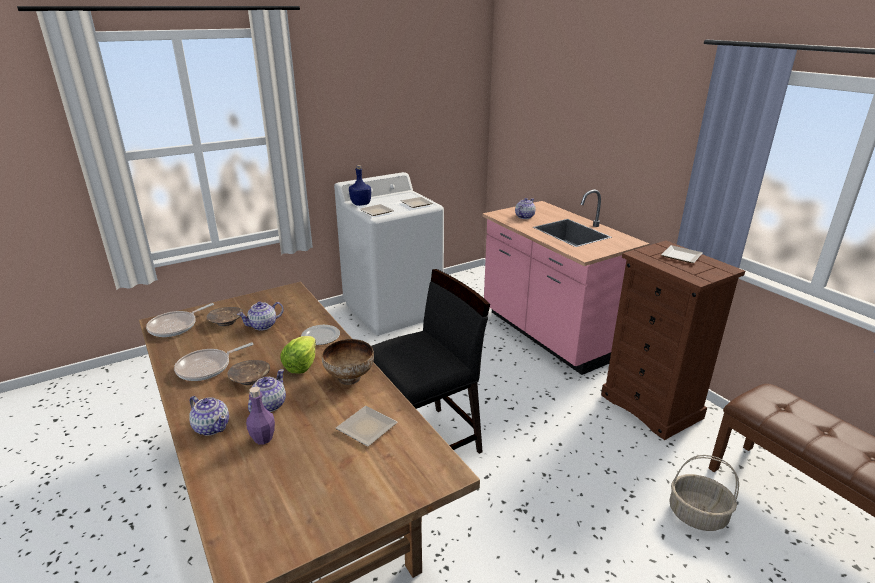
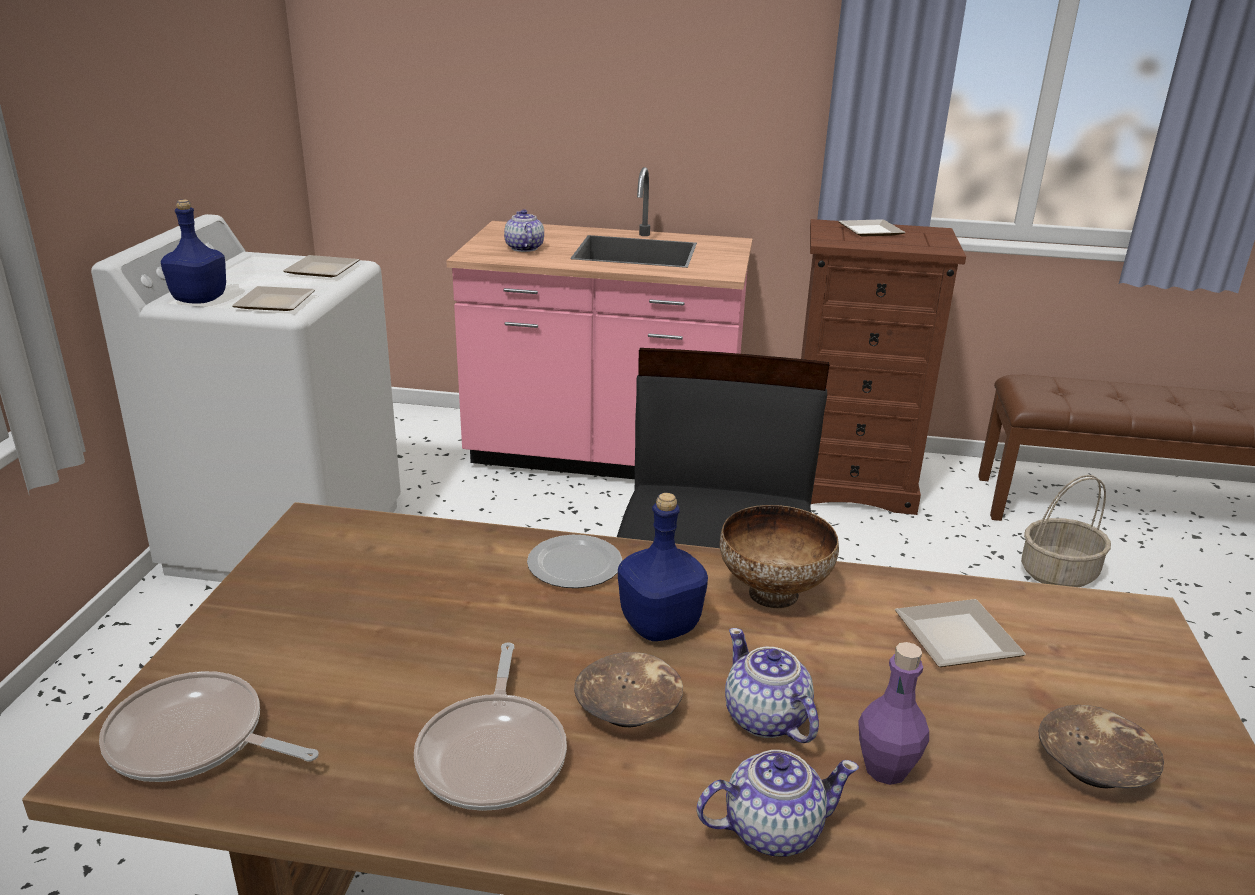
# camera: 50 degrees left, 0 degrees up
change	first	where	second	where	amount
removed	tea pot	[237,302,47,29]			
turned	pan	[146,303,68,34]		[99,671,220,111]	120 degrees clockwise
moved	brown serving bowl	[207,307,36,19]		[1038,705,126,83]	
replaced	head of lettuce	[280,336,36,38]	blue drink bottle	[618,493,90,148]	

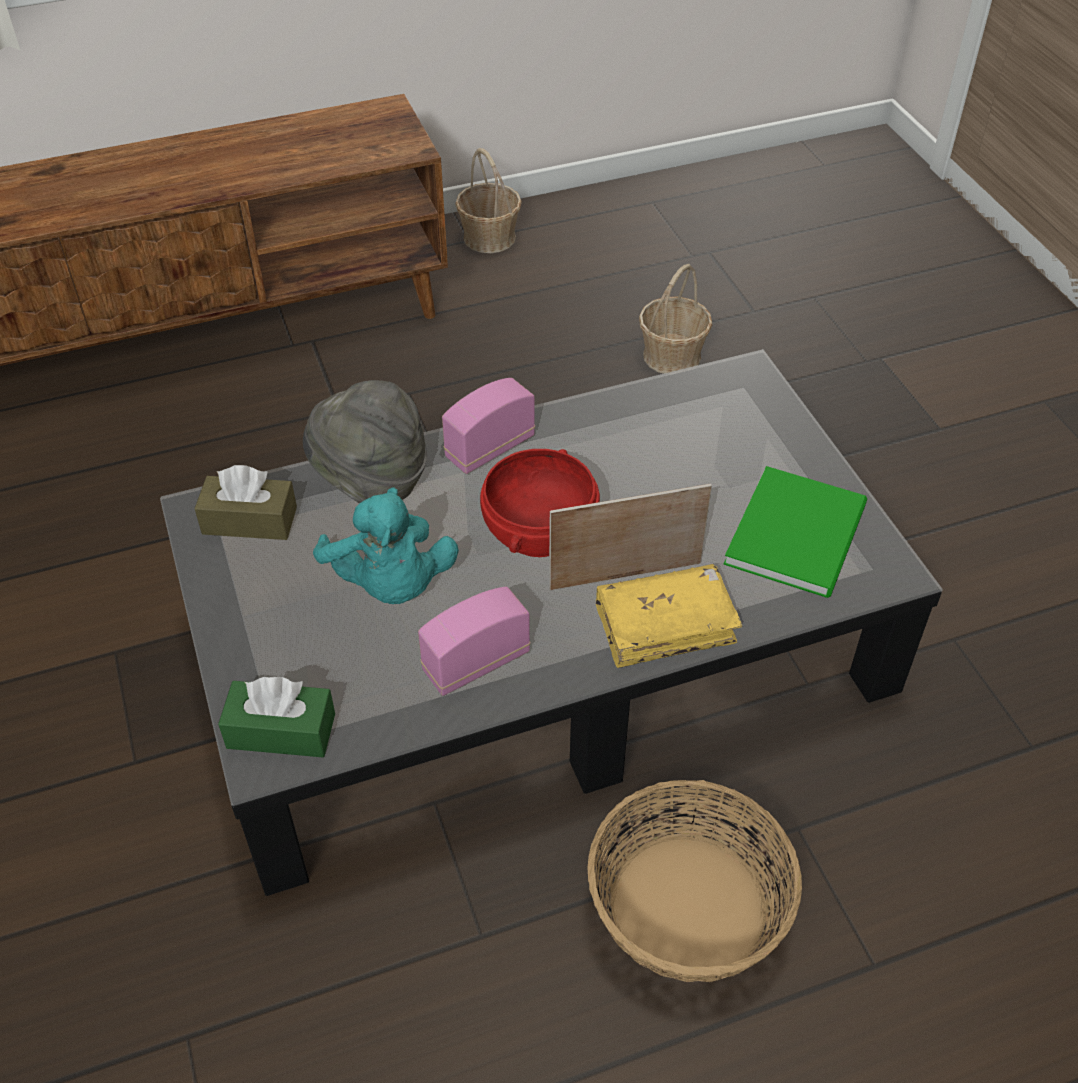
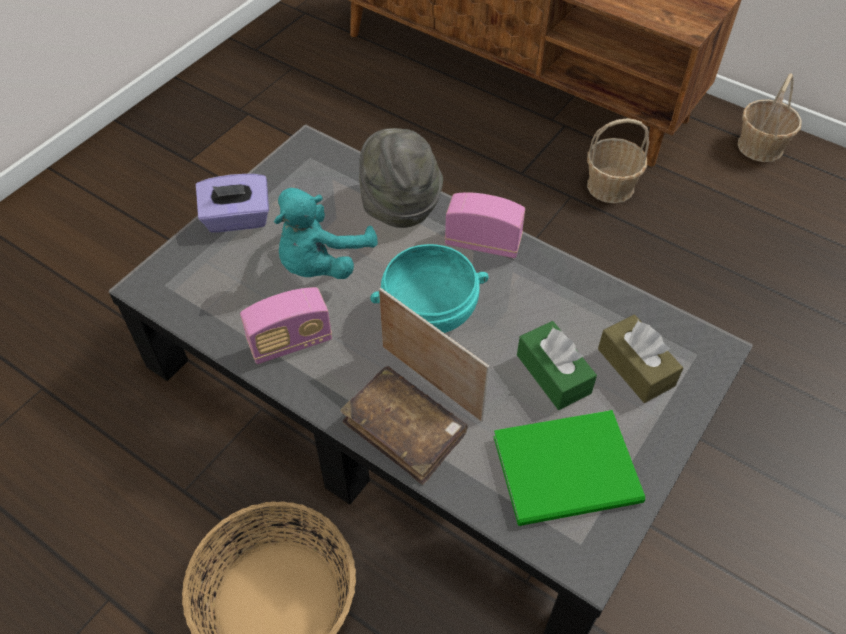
# camera: 55 degrees right, 5 degrees up
change	first	where	second	where	amount
moved	basket	[639,264,74,110]		[587,118,62,85]	
recoloured	red-coloured serving bowl	[480,449,120,108]	turquoise serving bowl	[370,244,119,89]	
moved	brown tissue box	[194,465,103,75]		[598,315,85,88]	
recoloured	yellow-coloured book	[595,564,147,104]	brown book	[341,366,127,119]	
turned	radio	[418,587,113,109]		[240,287,92,77]	135 degrees clockwise
moved	green-coloured tissue box	[218,677,117,80]		[517,321,80,89]	
added			purple-coloured tissue box	[196,174,73,59]	

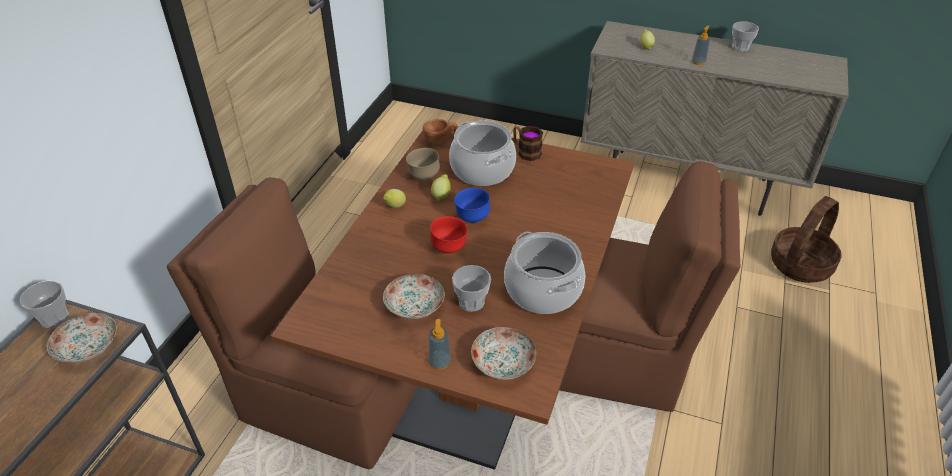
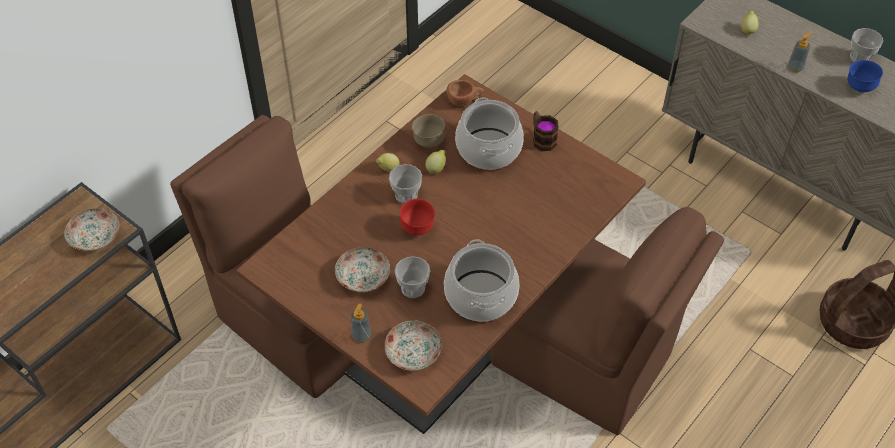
# camera: 20 degrees right, 10 degrees up
change	first	where	second	where	amount
moved	blue serving bowl	[454,188,36,35]		[848,60,35,32]	
moved	cup	[20,281,49,47]		[389,164,33,40]	

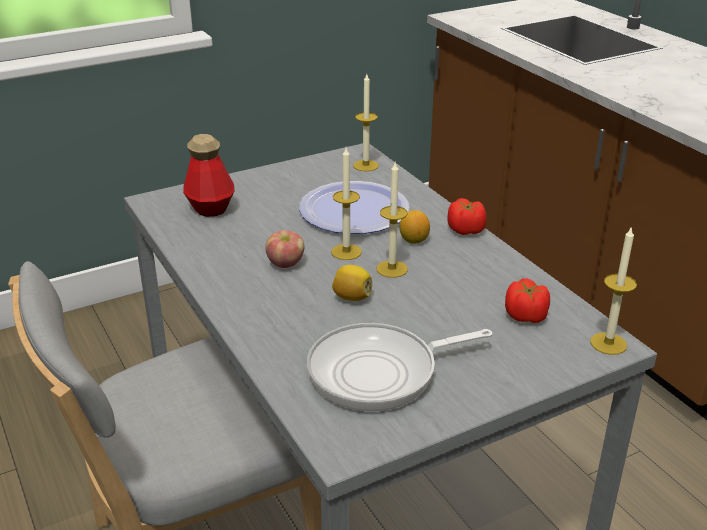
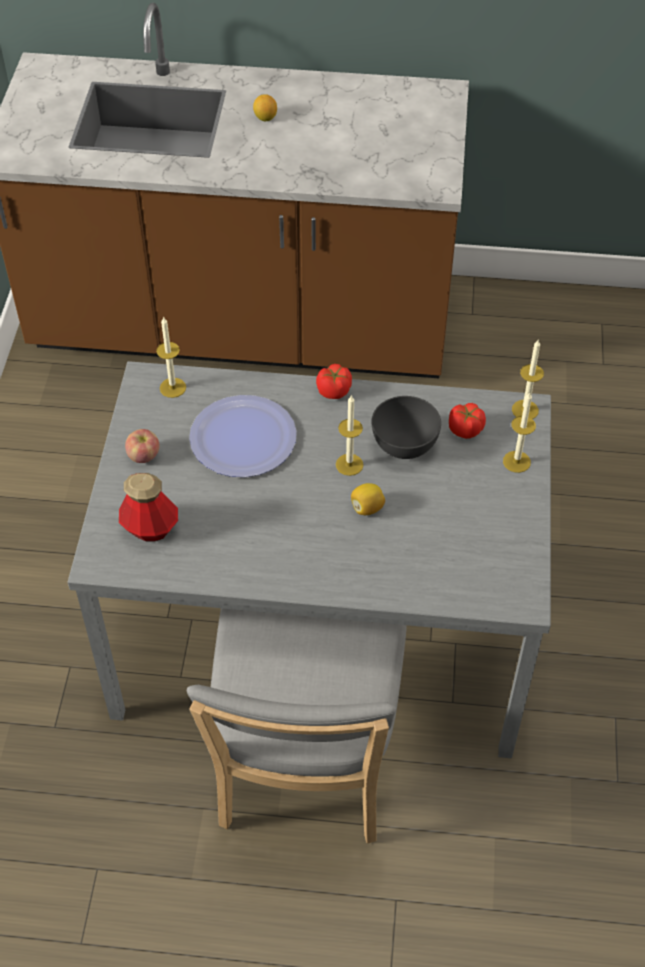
# camera: 55 degrees left, 20 degrees up
change	first	where	second	where	amount
moved	candle	[331,148,31,112]		[503,393,33,80]	
moved	citrus fruit	[399,210,31,34]		[253,94,24,27]	
moved	apple	[265,230,40,38]		[125,429,34,34]	
removed	pan	[307,323,186,88]			
added			gray serving bowl	[372,396,69,63]	

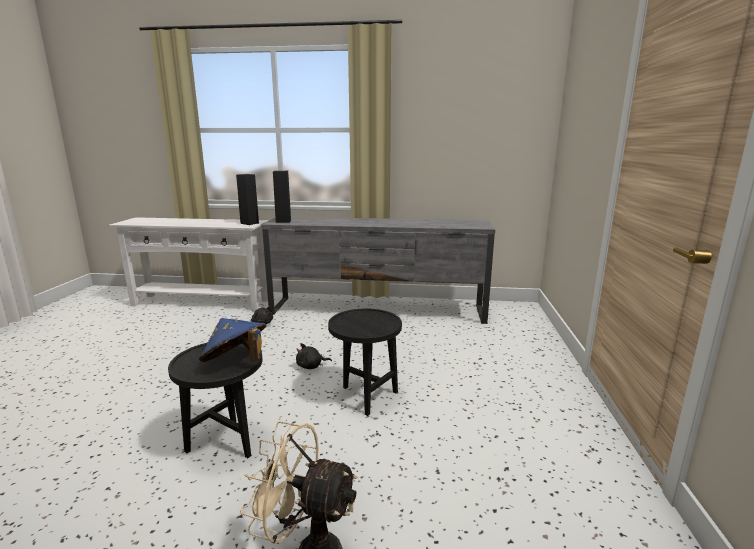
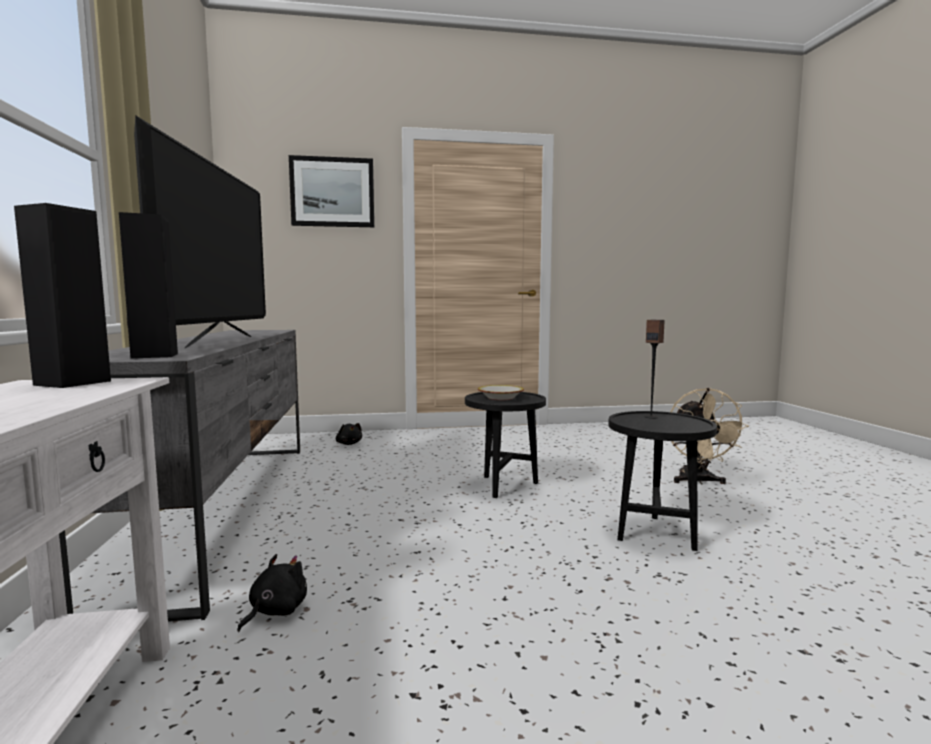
# camera: 105 degrees left, 10 degrees down
change	first	where	second	where	amount
replaced	blue wearable hat	[199,318,67,44]	audio speaker	[644,320,21,99]	
moved	blackish cuddly toy	[296,343,36,26]		[336,423,26,22]	
added			television	[134,115,132,233]	
added			wall picture	[289,155,85,72]	
added			serving bowl	[478,385,46,15]	

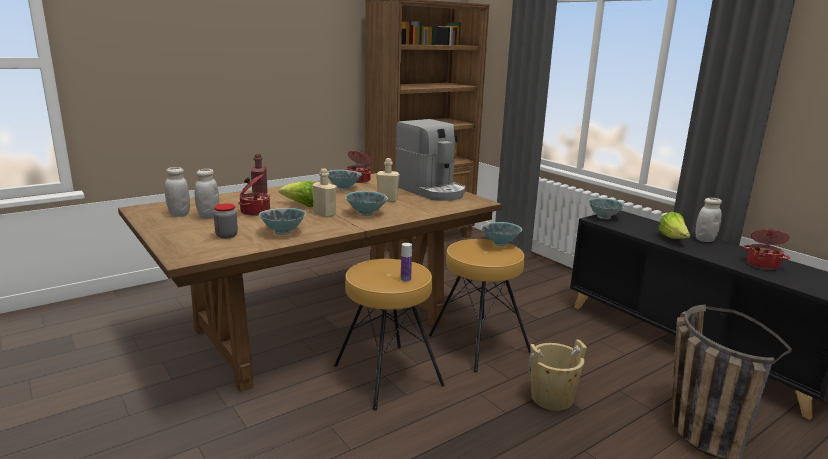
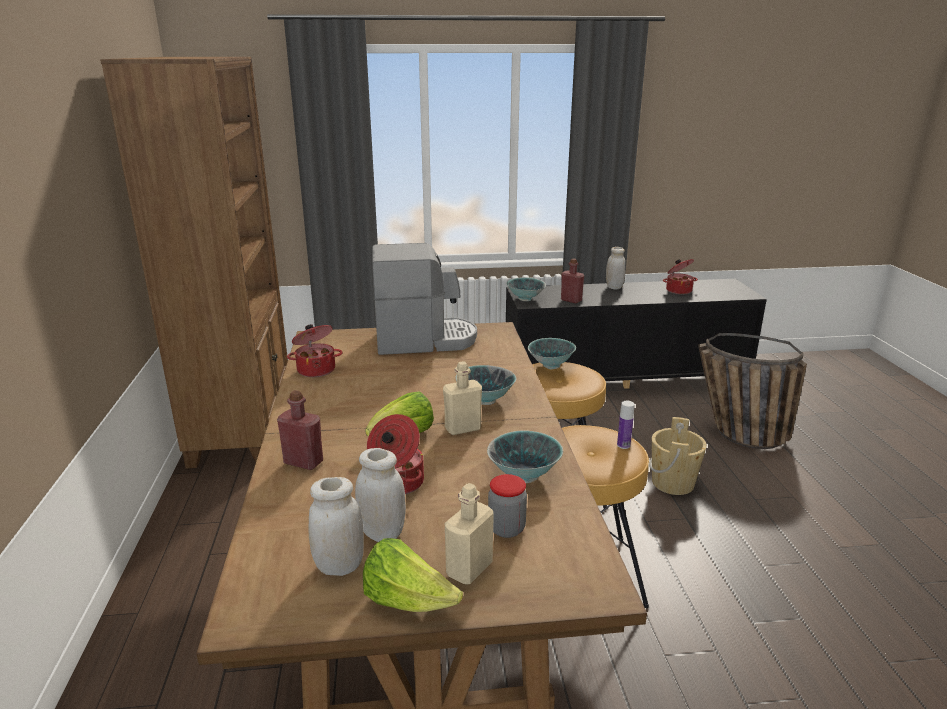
# camera: 60 degrees left, 5 degrees up
change	first	where	second	where	amount
moved	beige-coloured drink bottle	[377,158,23,44]		[445,483,49,101]	
removed	serving bowl	[328,170,34,20]			
moved	head of lettuce	[659,212,31,27]		[363,538,100,74]	
added			red-coloured drink bottle	[561,259,23,45]	

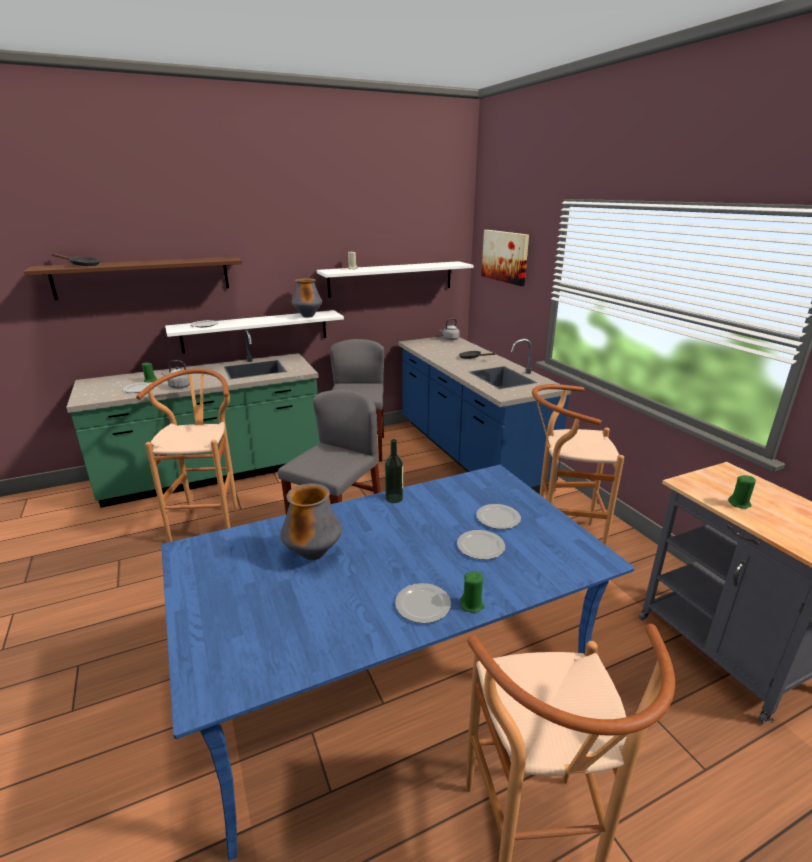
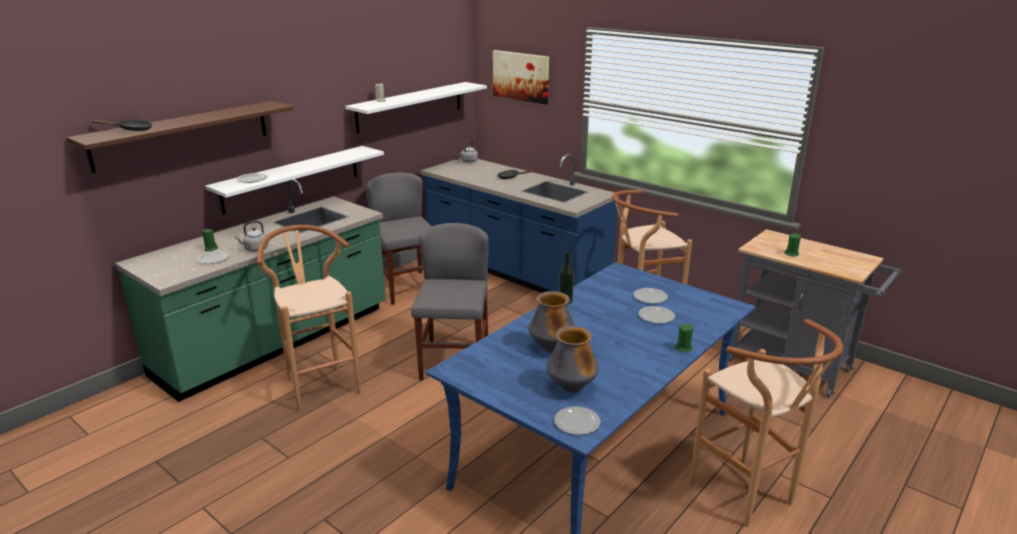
# camera: 25 degrees left, 0 degrees up
change	first	where	second	where	amount
moved	decorative vase	[292,278,30,40]		[546,326,53,67]	
moved	flat dish	[395,583,56,40]		[554,406,47,29]	

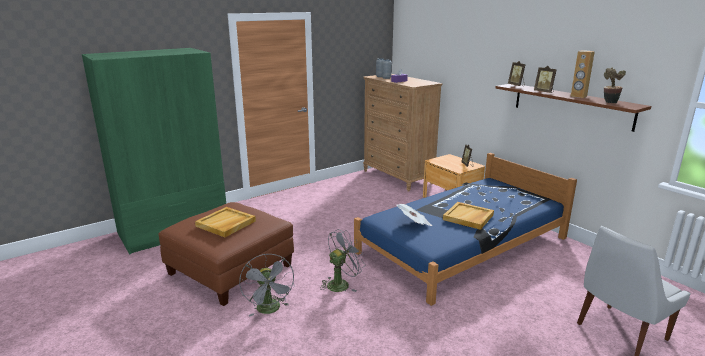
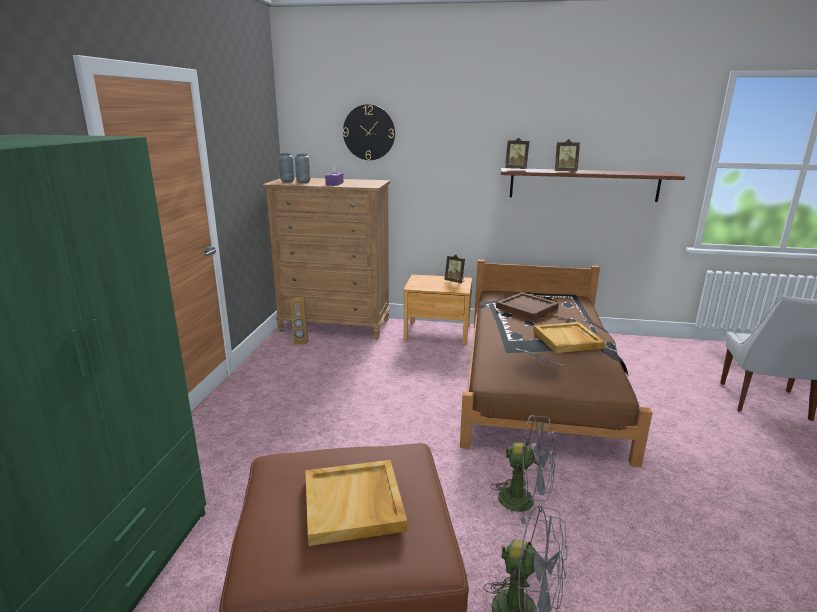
# camera: 45 degrees left, 0 degrees up
change	first	where	second	where	amount
moved	brown audio speaker	[570,50,25,48]		[290,297,18,48]	
removed	potted plant	[604,67,22,37]			
recoloured	blue bedroom bed	[354,153,223,153]	brown bedroom bed	[460,260,192,207]	
turned	gray cooling fan	[320,229,44,63]		[490,415,65,109]	105 degrees clockwise
added			hanging clock	[343,104,52,56]	
added			brown carrying tray	[496,292,63,28]	

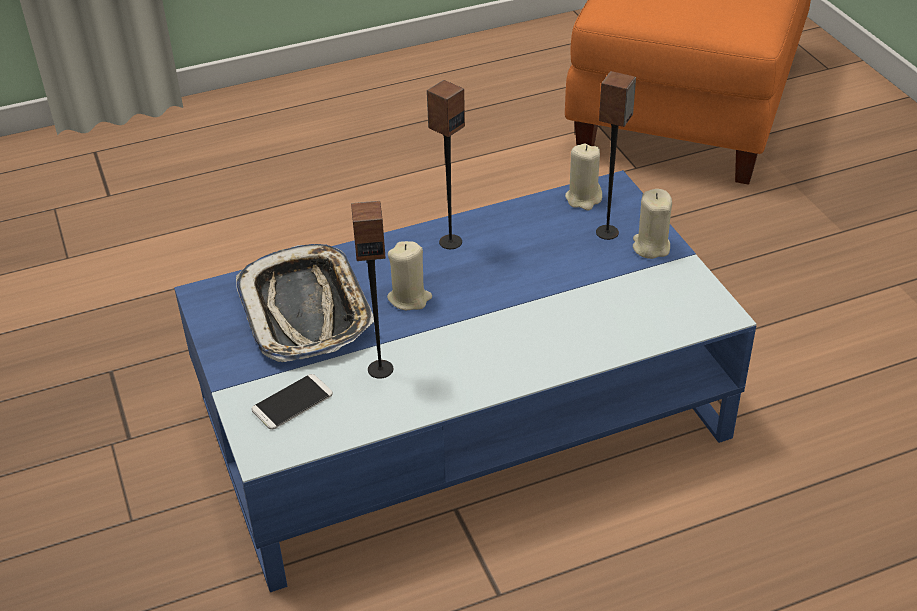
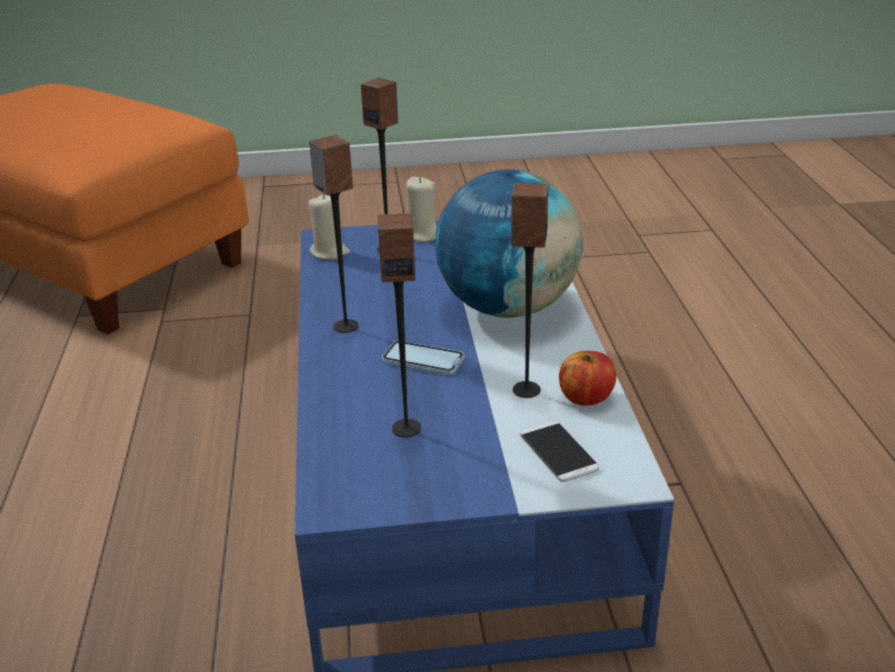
# camera: 75 degrees left, 10 degrees down
change	first	where	second	where	amount
replaced	beige-coloured candle	[387,241,45,69]	handset	[382,341,82,34]	
replaced	carrying tray	[236,244,138,118]	audio speaker	[378,213,43,224]	
added			desk globe	[435,169,148,149]	
added			apple	[559,351,57,55]	

